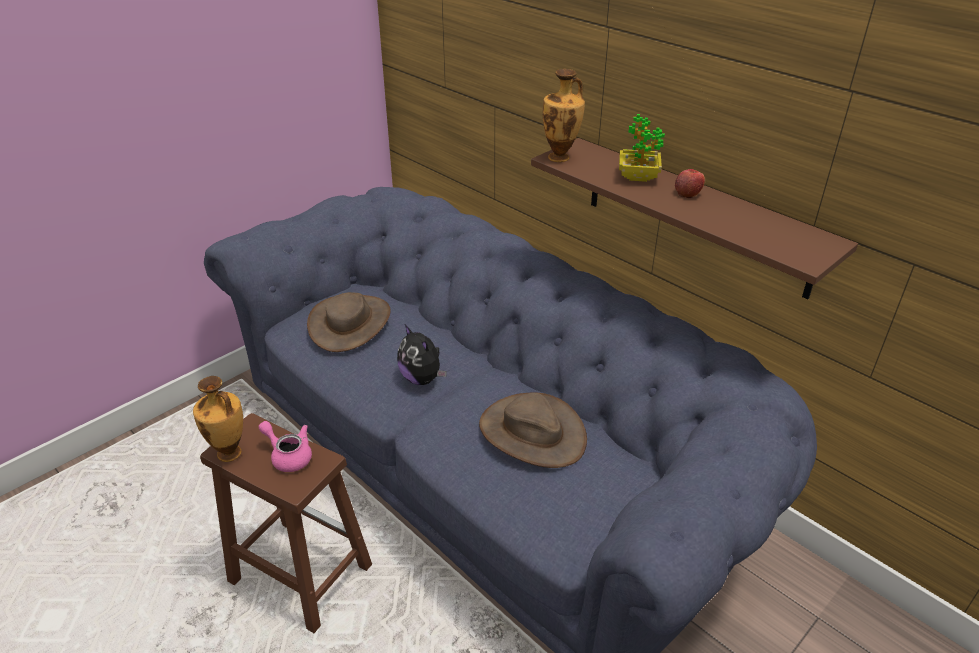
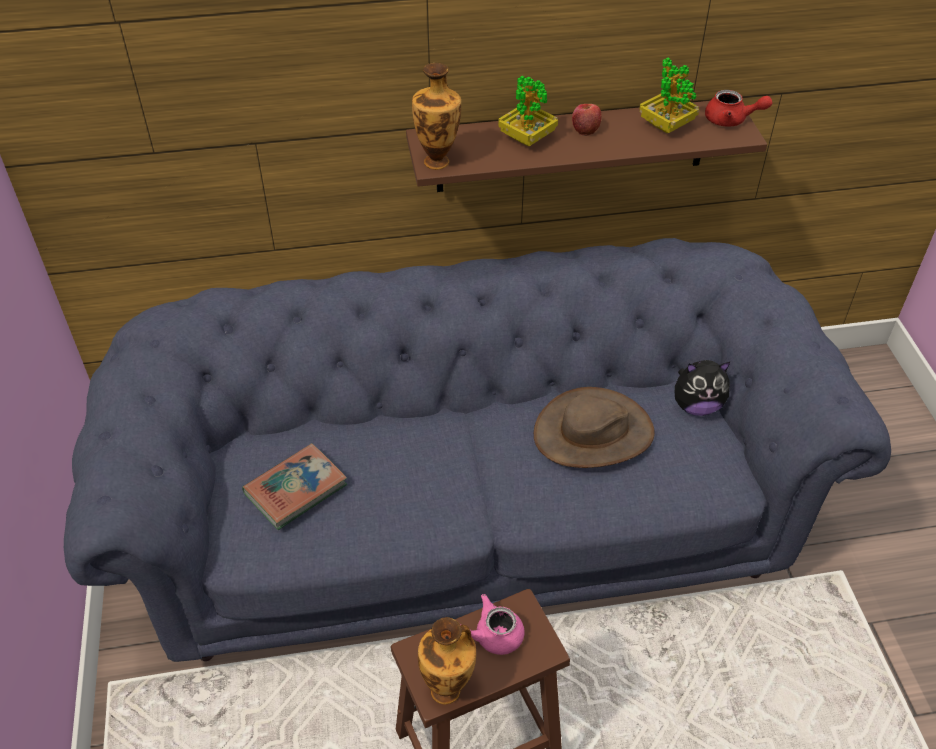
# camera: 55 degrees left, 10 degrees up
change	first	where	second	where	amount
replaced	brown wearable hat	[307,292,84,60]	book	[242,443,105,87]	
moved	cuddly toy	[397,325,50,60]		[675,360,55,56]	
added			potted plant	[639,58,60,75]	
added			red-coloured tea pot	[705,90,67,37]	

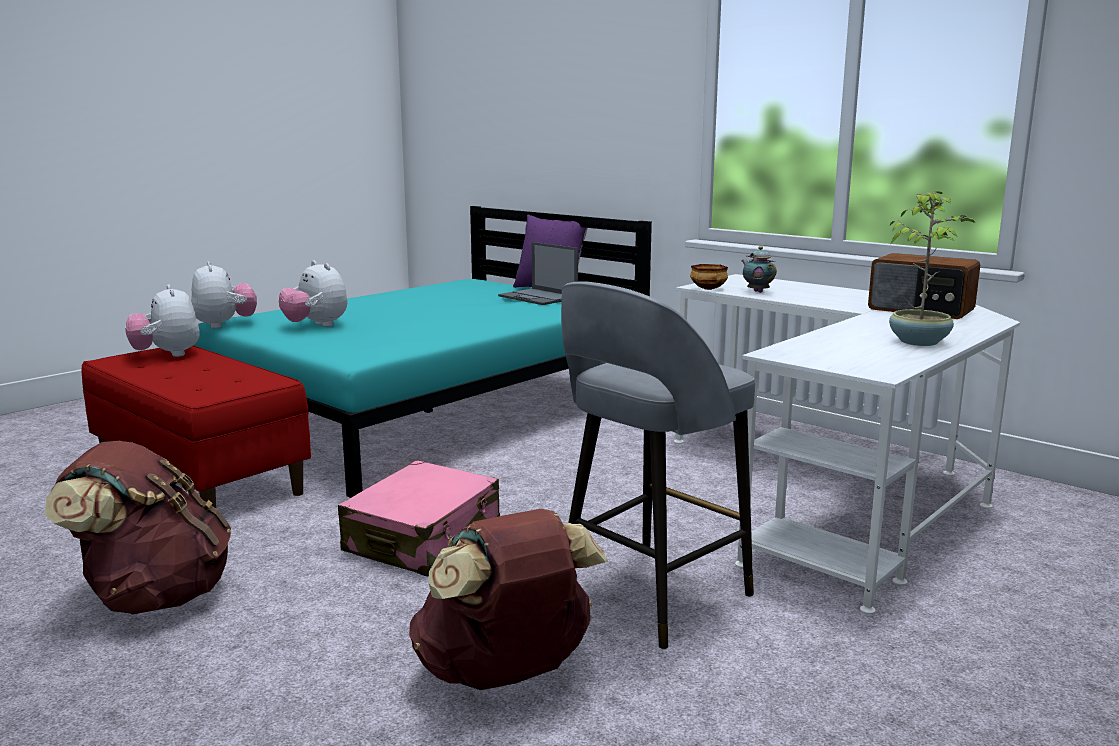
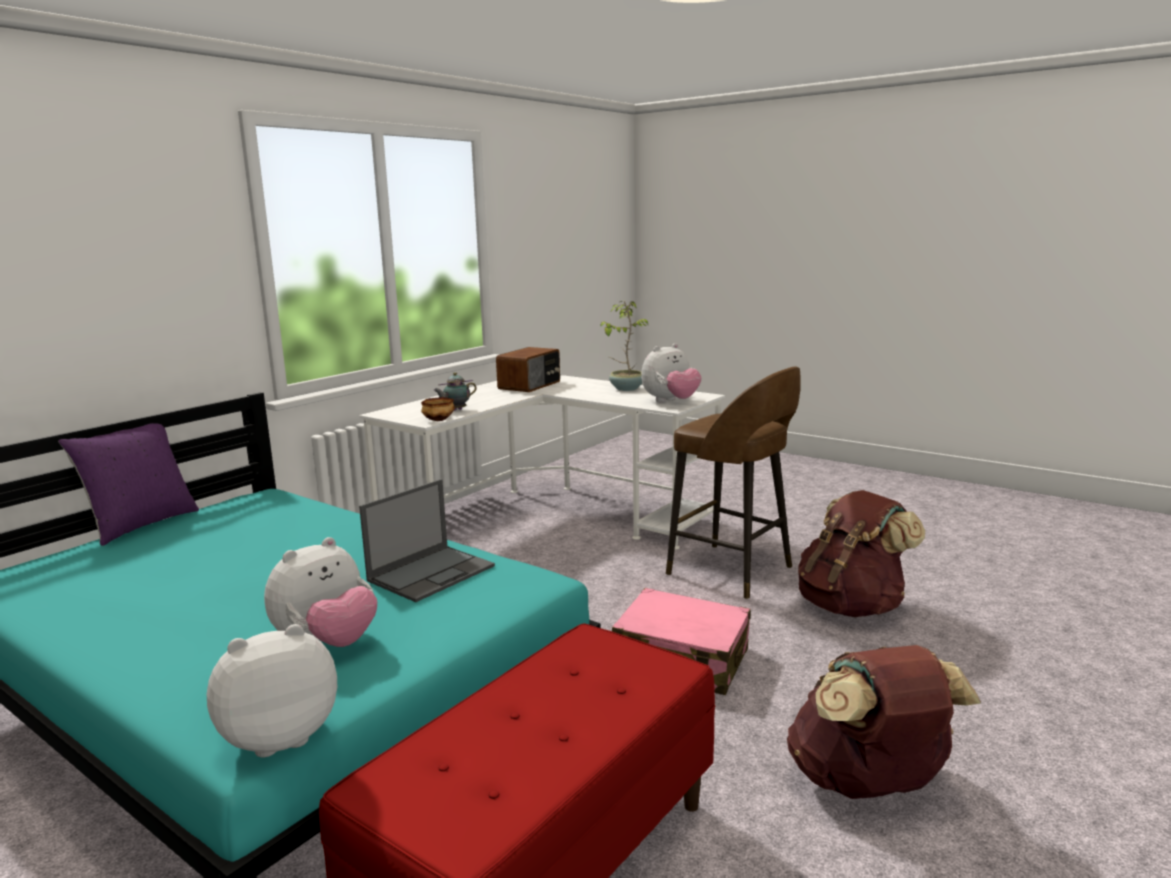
# camera: 95 degrees left, 0 degrees up
change	first	where	second	where	amount
moved	laptop	[498,242,80,63]		[359,479,136,123]	
recoloured	gray sitting stool	[561,281,194,369]	brown sitting stool	[666,367,135,232]	
moved	cuddly toy	[125,285,75,72]		[641,343,61,59]	

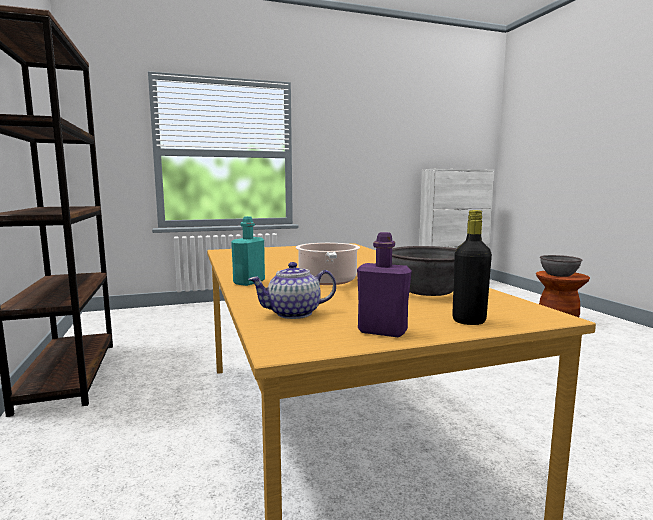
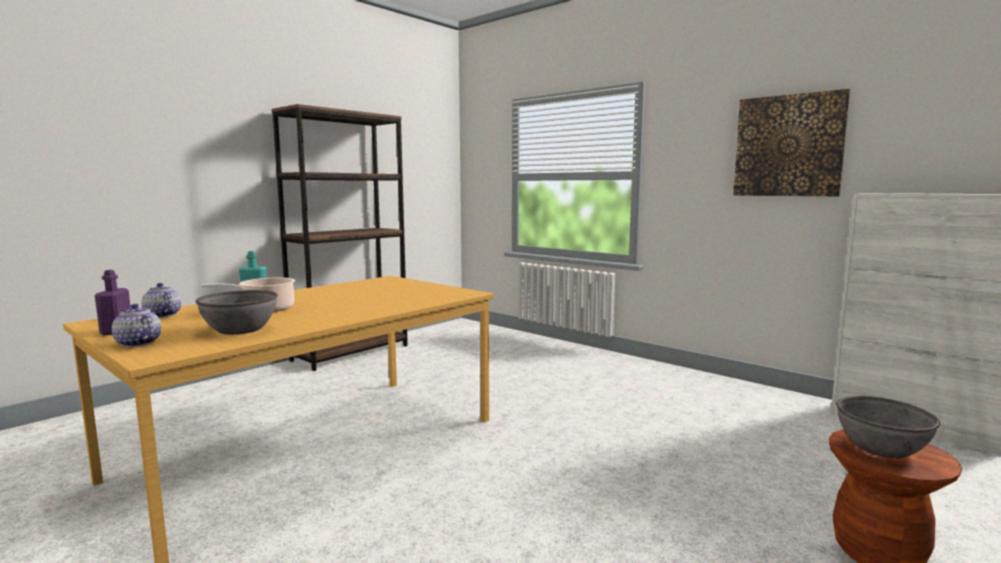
# camera: 60 degrees right, 0 degrees up
change	first	where	second	where	amount
replaced	blackish drink bottle	[452,210,40,115]	tea pot	[112,304,49,43]	
added			wall picture	[733,89,118,107]	

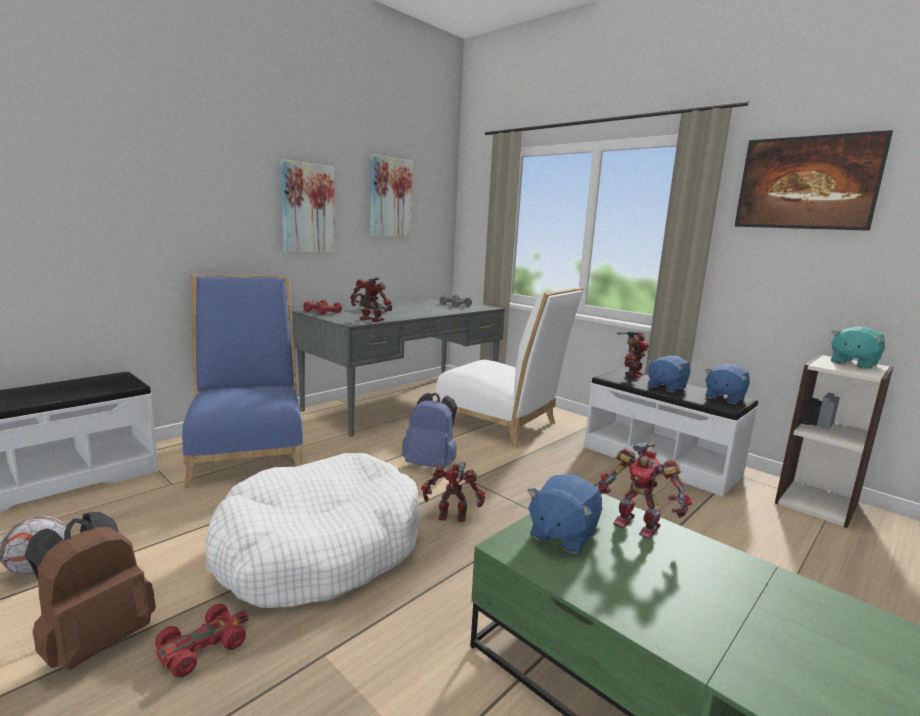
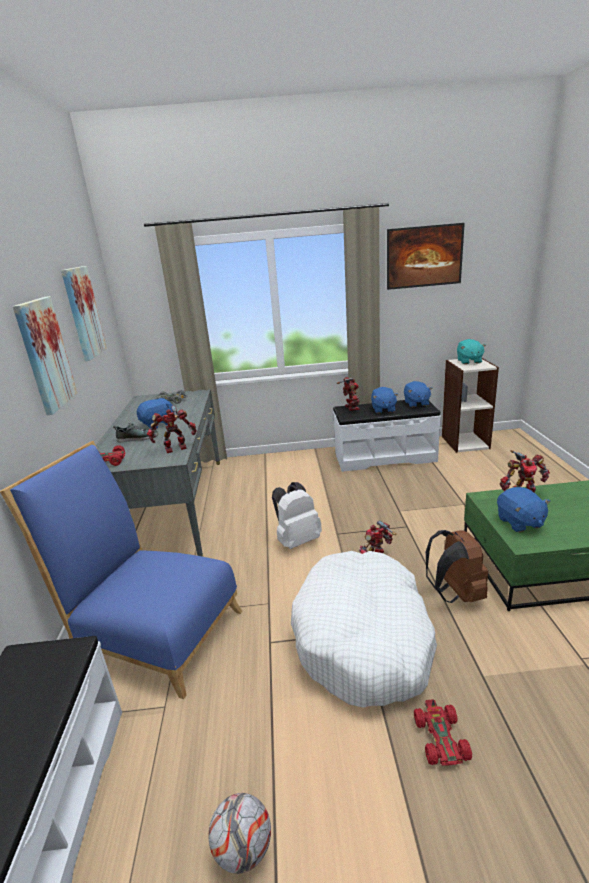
# camera: 45 degrees left, 10 degrees up
change	first	where	second	where	amount
removed	whitish chair	[435,287,148,161]			
recoloured	blue knapsack	[402,393,55,76]	whitish knapsack	[272,482,50,67]	
moved	brown knapsack	[25,512,131,158]		[426,530,62,73]	
added			blue cuddly toy	[137,398,36,31]	

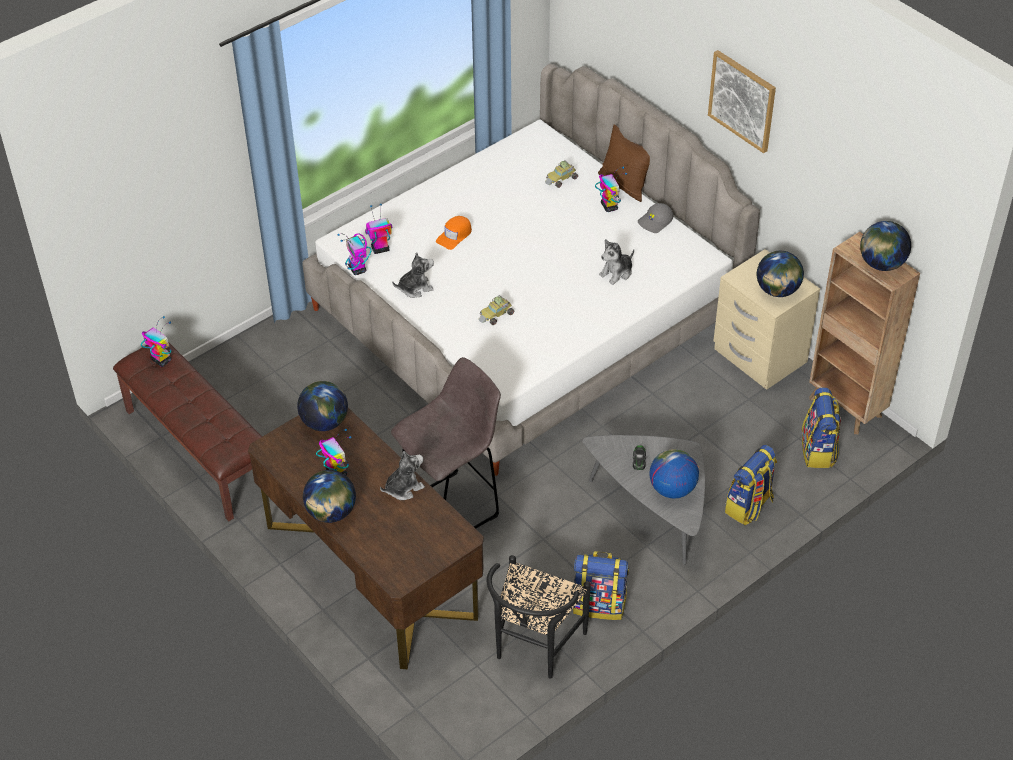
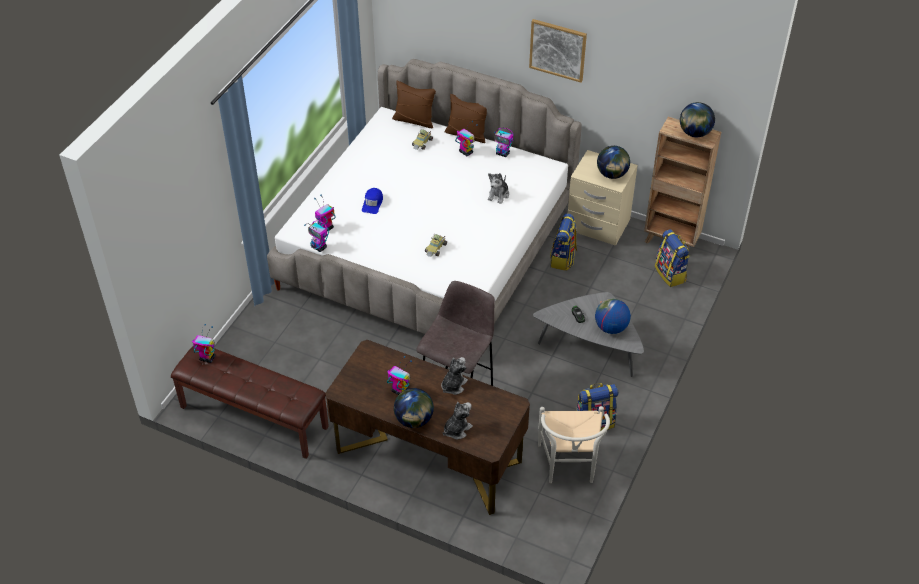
# camera: 25 degrees left, 0 degrees up
change	first	where	second	where	amount
replaced	gray baseball cap	[638,203,35,30]	model robot	[494,128,19,29]	
recoloured	orangey baseball cap	[436,216,36,34]	blue baseball cap	[362,188,21,26]	
moved	cuddly toy	[392,252,42,46]		[443,402,30,38]	
removed	desk globe	[297,381,51,50]			
moved	knapsack	[725,445,52,80]		[550,213,27,58]	
recoloured	blackish chair	[486,555,105,124]	whitish chair	[538,406,72,77]	
added			brown cushion	[392,81,44,47]	

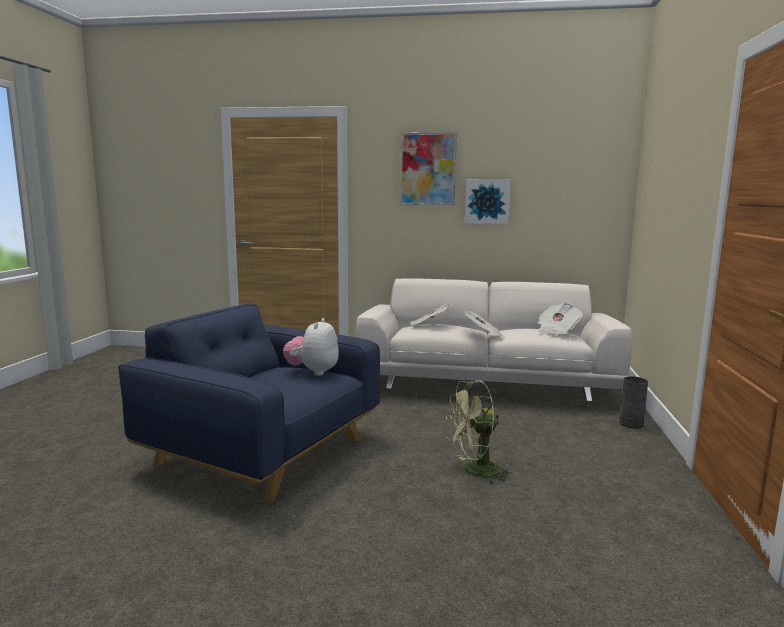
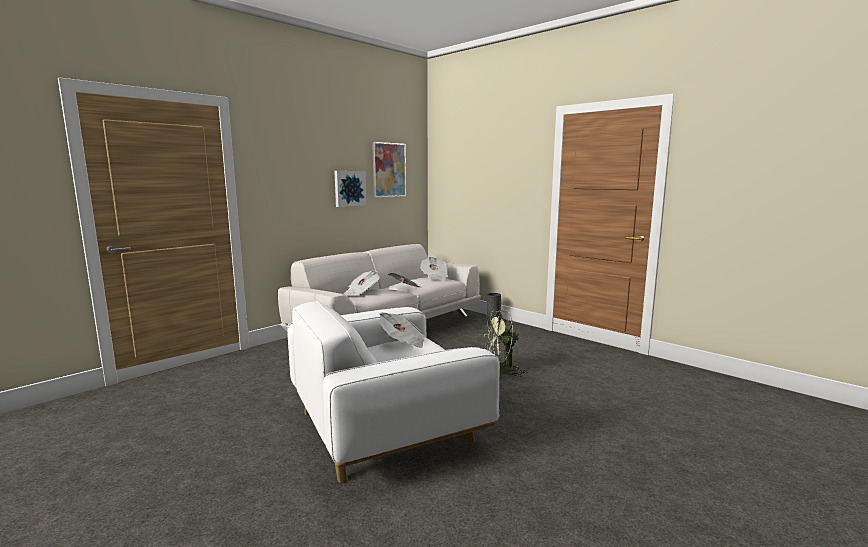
# camera: 55 degrees left, 0 degrees up
change	first	where	second	where	amount
moved	wall picture	[400,132,57,73]		[372,142,34,55]	
recoloured	blue armchair	[118,304,262,198]	whitish armchair	[287,301,213,182]	
replaced	cuddly toy	[283,318,56,58]	daily paper	[379,312,46,36]	
turned	green-coloured cooling fan	[446,380,66,105]		[484,310,43,69]	60 degrees clockwise

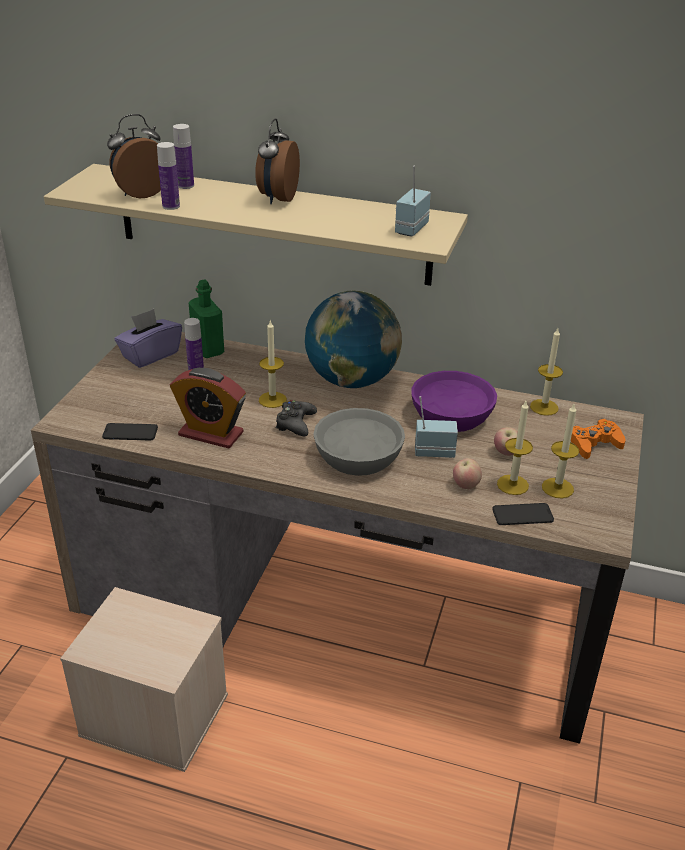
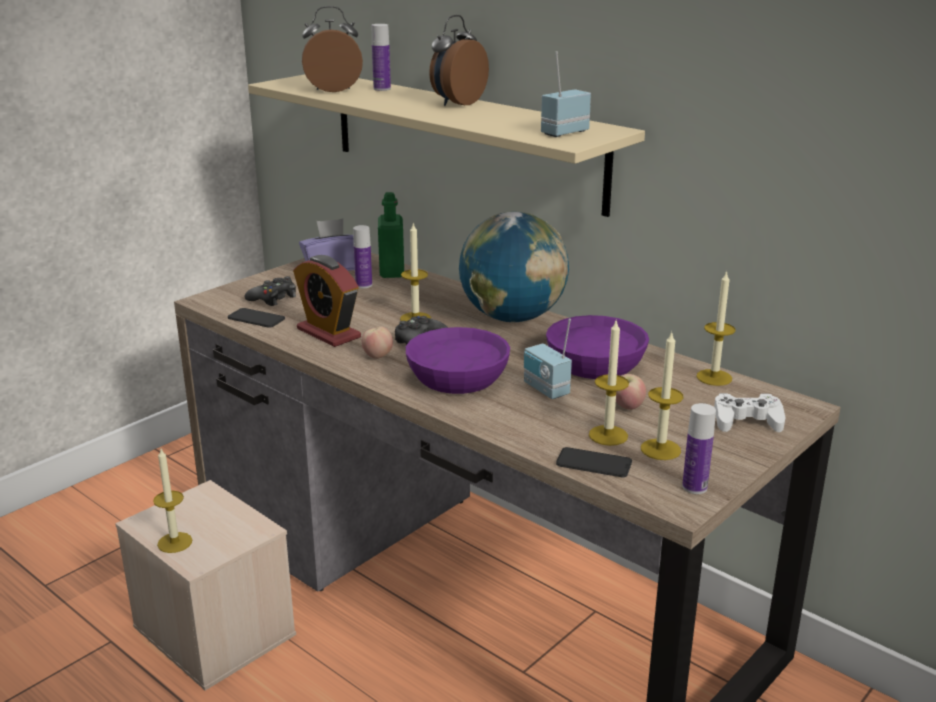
# camera: 25 degrees right, 10 degrees down
change	first	where	second	where	amount
moved	drink bottle	[157,142,23,68]		[682,403,34,91]	
turned	radio	[415,396,43,62]		[524,319,48,80]	150 degrees counterclockwise
recoloured	gray serving bowl	[313,408,92,68]	purple-coloured serving bowl	[406,327,104,67]	
recoloured	orangey game controller	[571,419,55,40]	whitish game controller	[714,393,71,39]	
moved	apple	[453,458,29,31]		[362,326,31,33]	
added			blackish game controller	[245,276,51,30]	
added			candle	[153,449,39,104]	

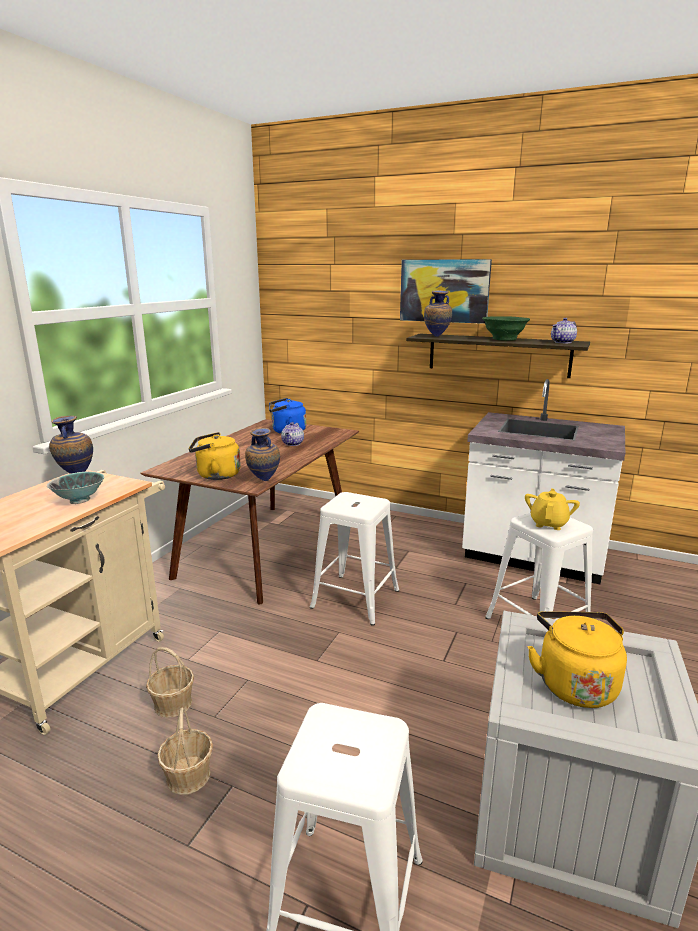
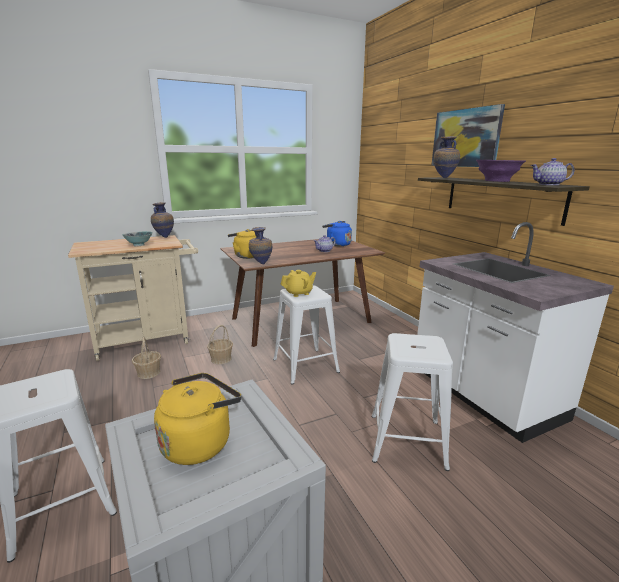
# camera: 40 degrees right, 0 degrees up
change	first	where	second	where	amount
recoloured	green-coloured serving bowl	[482,316,48,25]	purple-coloured serving bowl	[476,160,50,22]	
moved	yellow-coloured tea pot	[525,489,55,41]		[281,270,35,27]	
moved	basket	[157,708,56,87]		[207,325,26,39]	

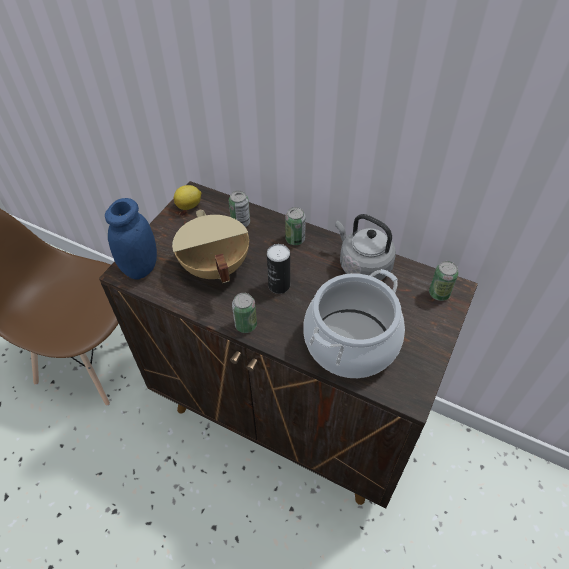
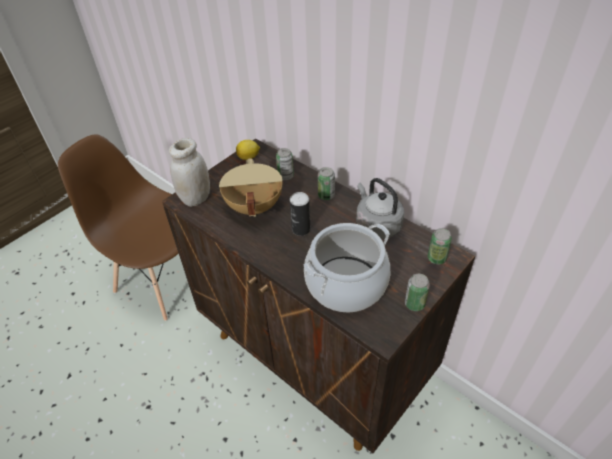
# camera: 15 degrees right, 5 degrees down
change	first	where	second	where	amount
recoloured	blue jar	[105,198,52,82]	whitish jar	[169,138,41,69]	
moved	sealed can	[232,293,25,40]		[405,274,25,37]	

